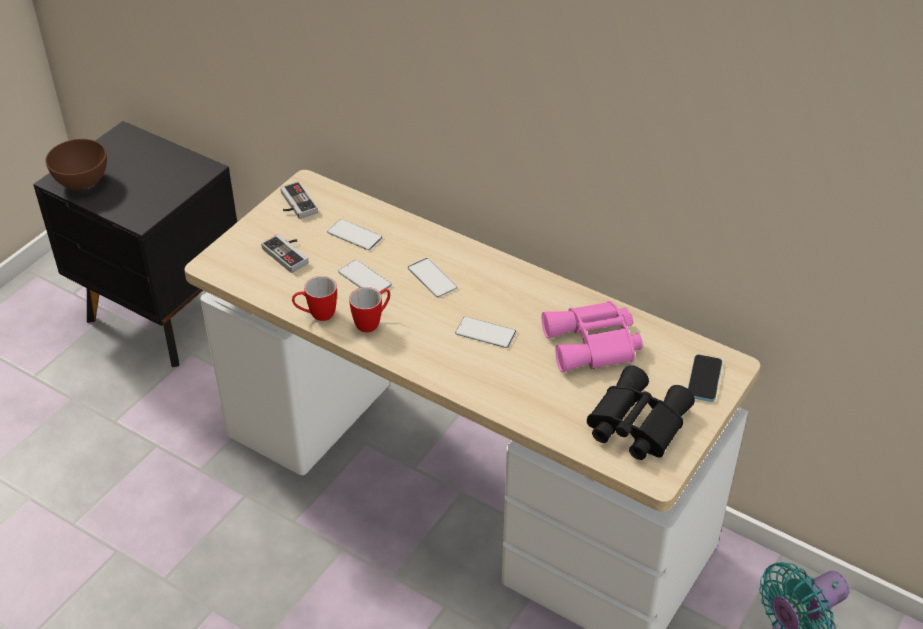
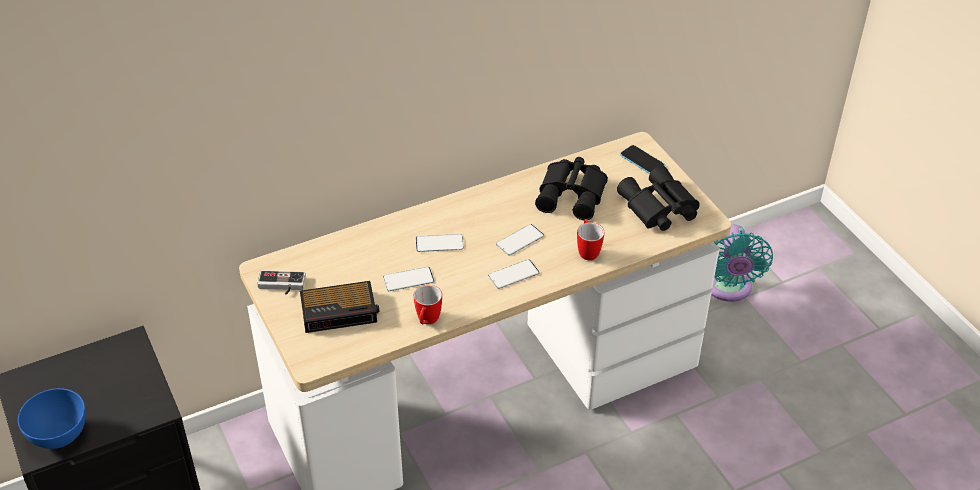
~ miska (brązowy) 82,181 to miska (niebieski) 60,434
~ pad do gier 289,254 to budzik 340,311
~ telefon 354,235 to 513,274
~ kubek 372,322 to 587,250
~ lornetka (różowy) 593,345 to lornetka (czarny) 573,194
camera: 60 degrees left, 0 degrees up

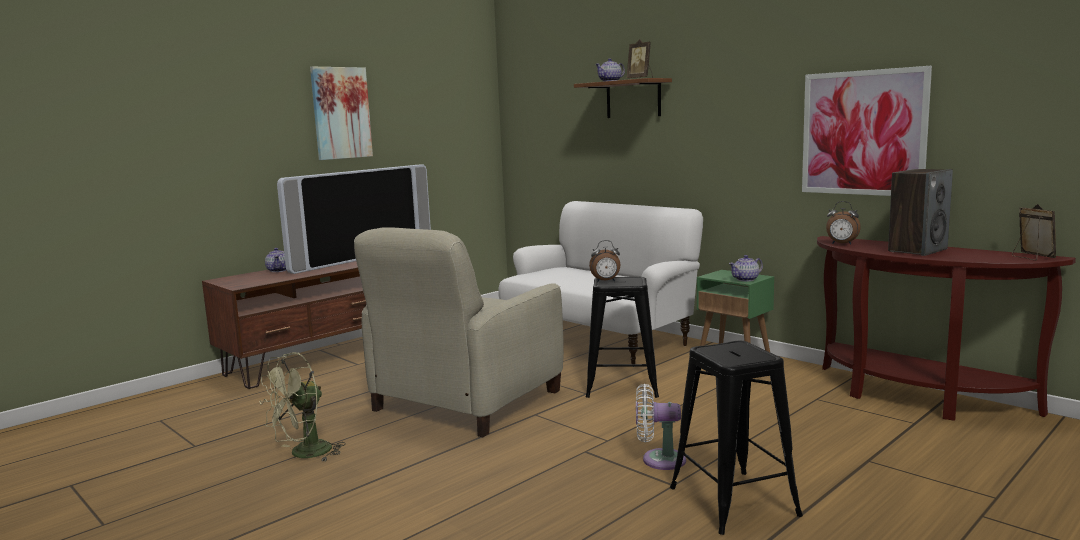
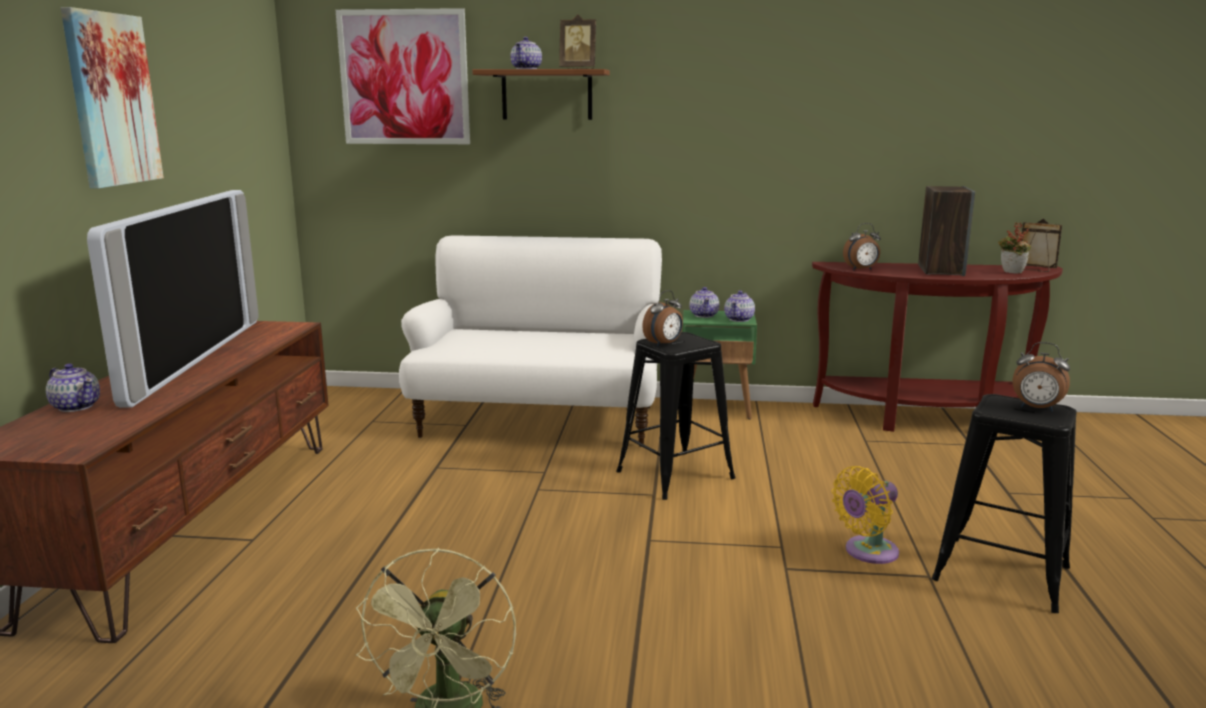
- fotel (beżowy) 465,401
~ wentylator (biały) 659,460 to wentylator (żółty) 867,552
~ obraz 863,133 to 404,78
+ imbryk 704,315
+ roślina doniczkowa 1010,272
+ budzik 1036,408
camera: 40 degrees left, 5 degrees up

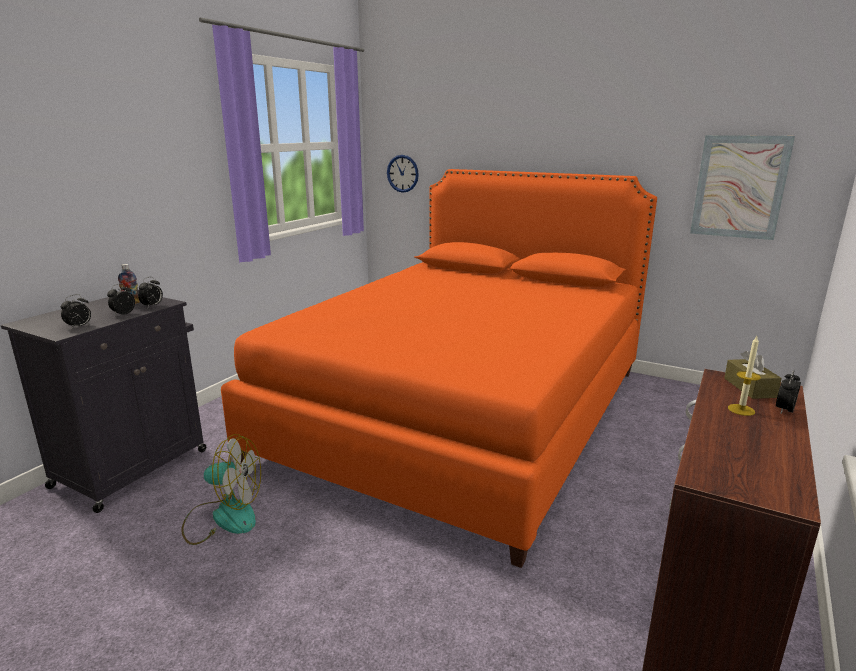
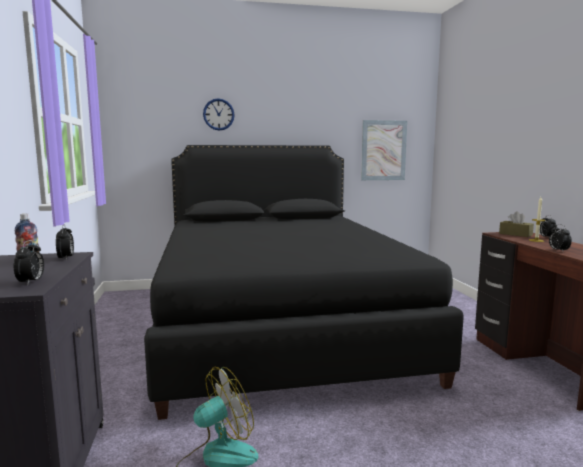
~ budzik 123,314 to 558,251
~ łóżko (pomarańczowy) 463,412 to łóżko (czarny) 279,325
~ zegar ścienny 402,173 to 218,114
camera: 40 degrees left, 10 degrees down

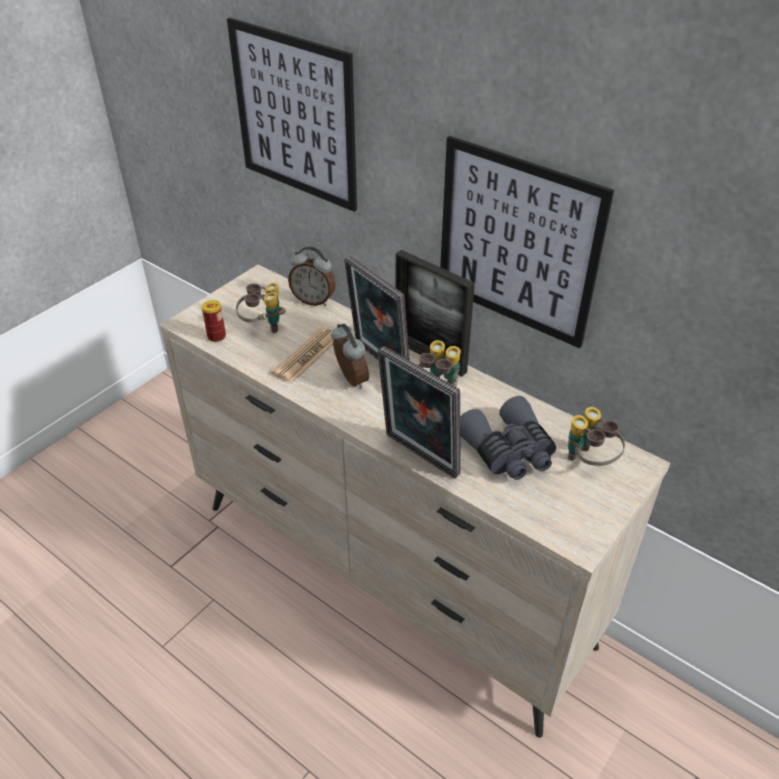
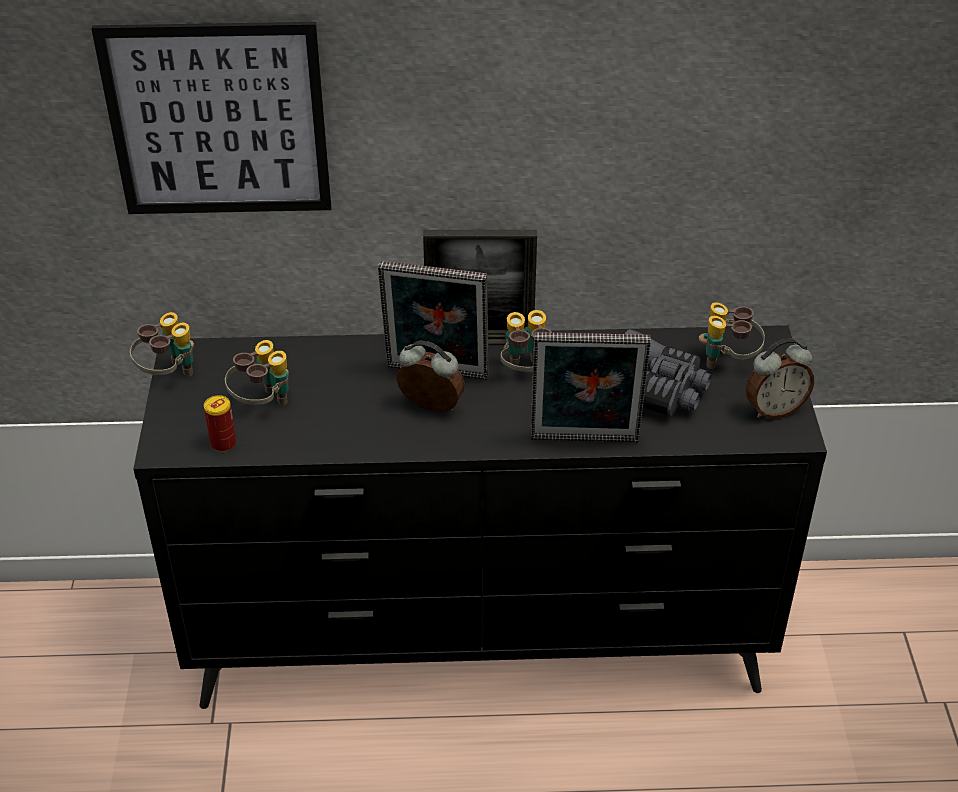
~ komoda (beżowy) 391,574 to komoda (czarny) 481,642
- gazeta 306,355
~ budzik 314,300 to 774,409
- obraz 517,243
+ lornetka 169,375
camera: 40 degrees left, 0 degrees up

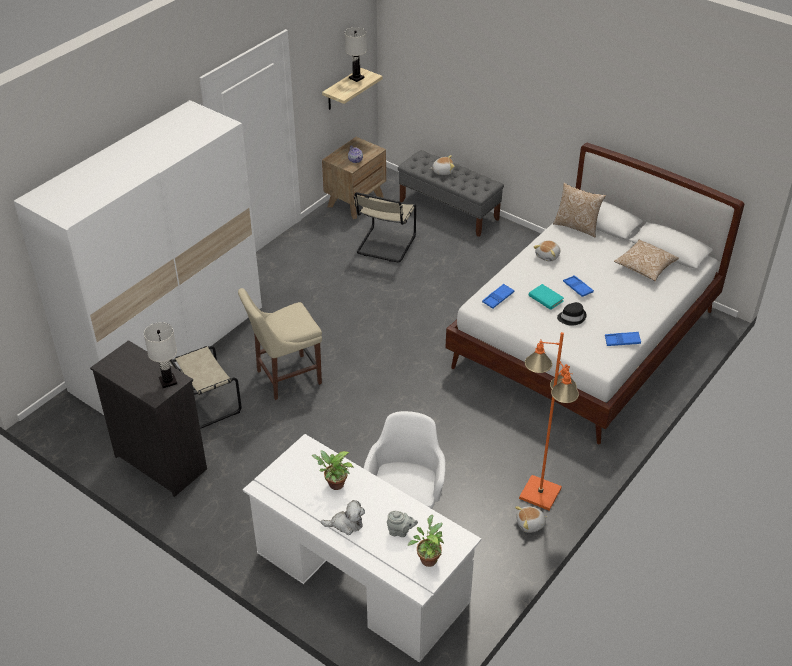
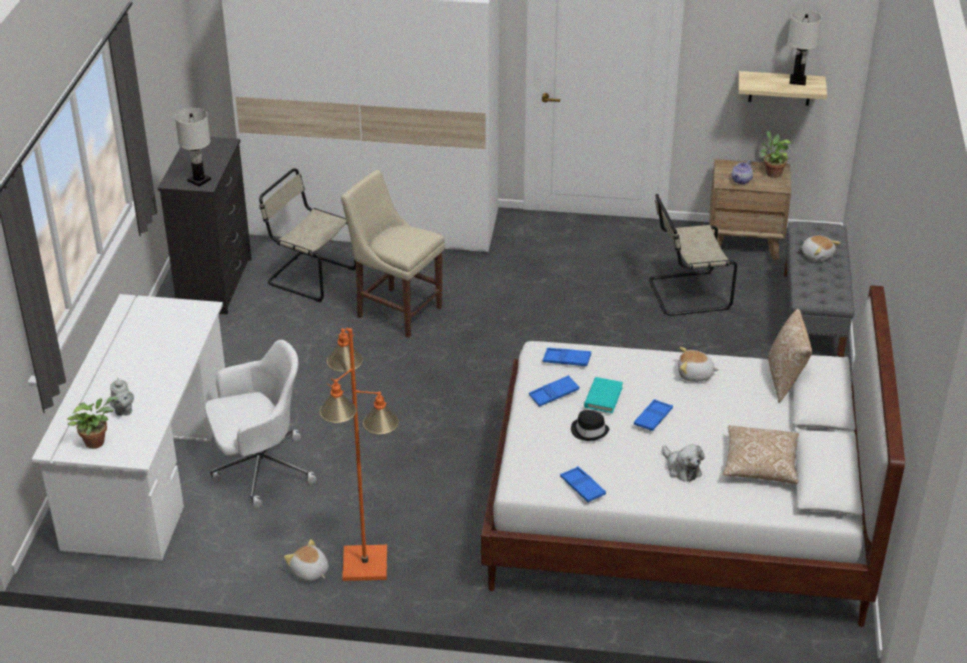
~ roślina doniczkowa 334,484 to 772,173
~ pluszak 346,524 to 681,468
+ taca (niebieski) 554,394
camera: 60 degrees right, 5 degrees down

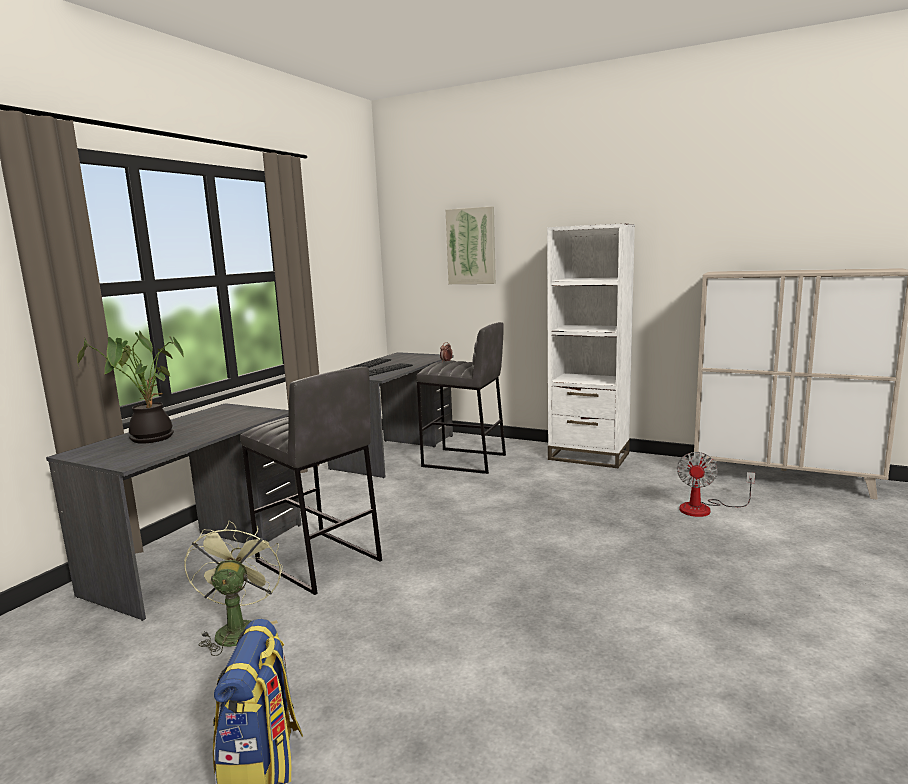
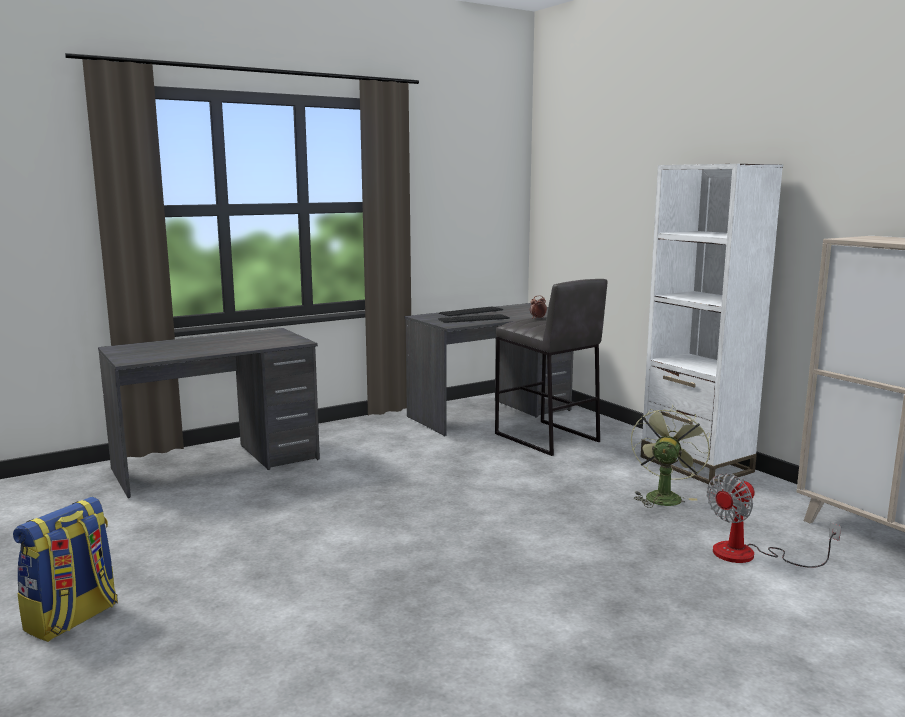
- roślina doniczkowa 149,438
~ wentylator (zielony) 237,628 to 663,496
- stołek (szary) 318,561
- obraz 471,246
camera: 30 degrees right, 0 degrees up

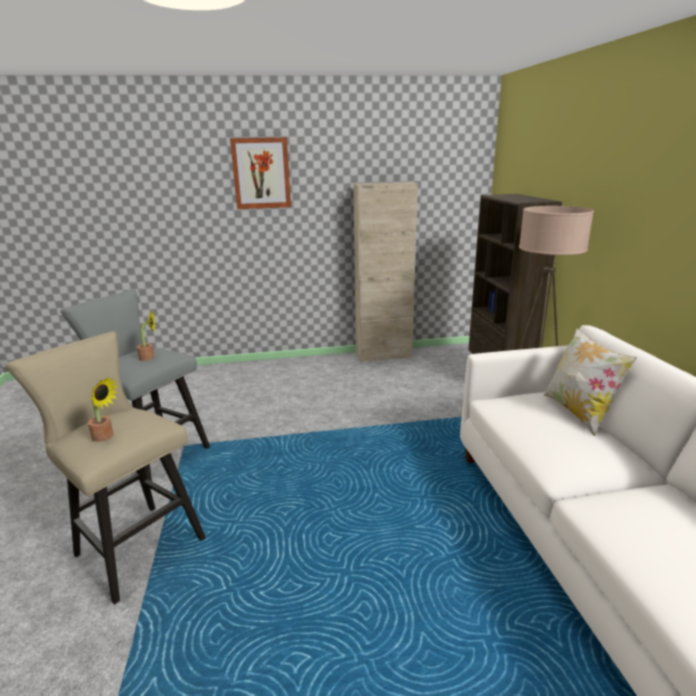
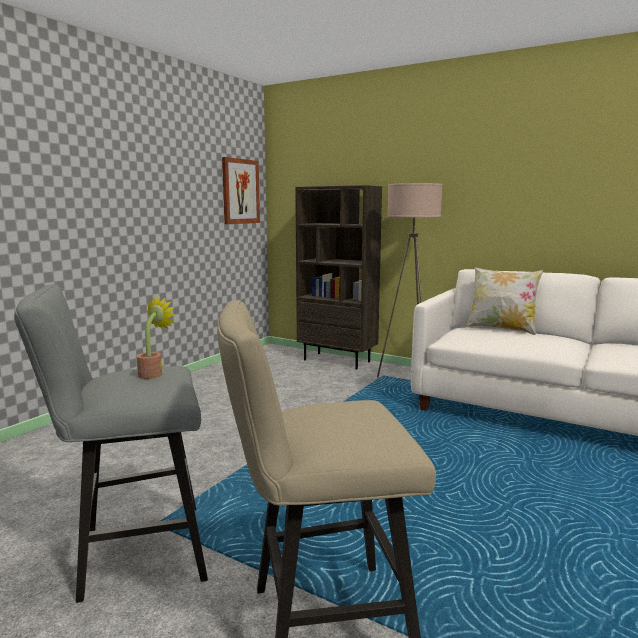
- roślina doniczkowa 106,437
~ obraz 261,173 to 240,191
- szafka (beżowy) 383,355
camera: 50 degrees left, 10 degrees down

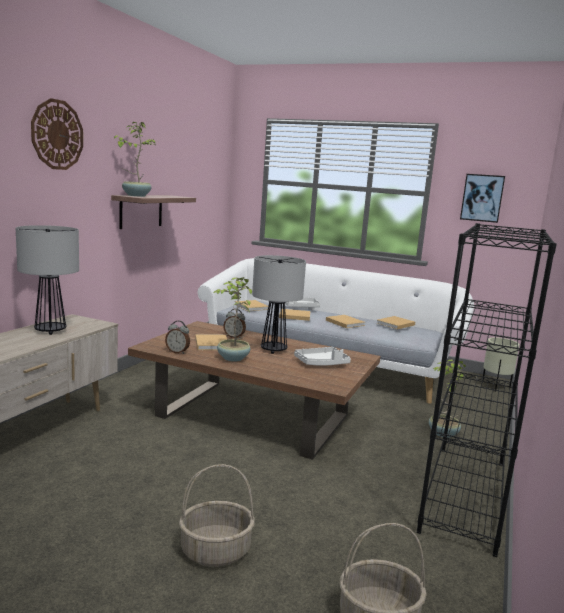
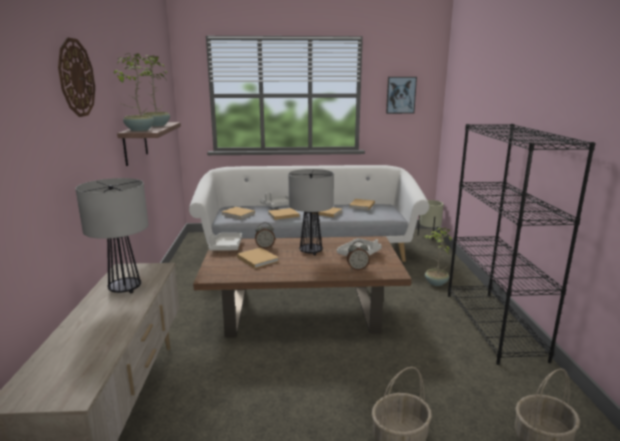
~ budzik 177,352 to 357,268
~ roślina doniczkowa 232,358 to 156,125
+ taca (biały) 226,247
camera: 25 degrees left, 5 degrees up

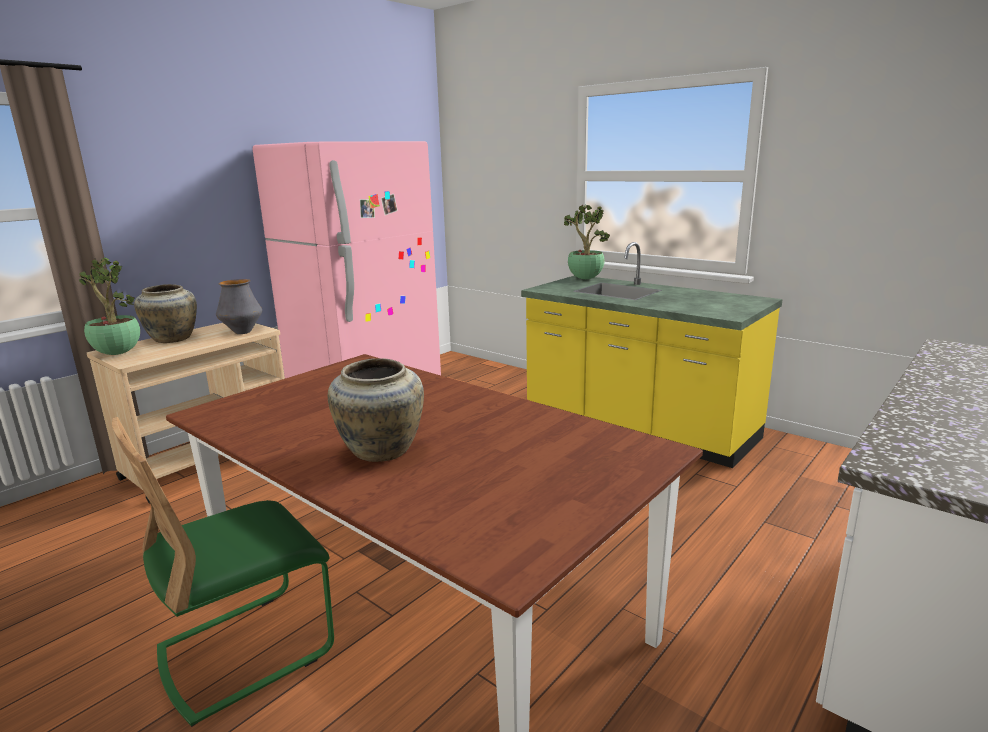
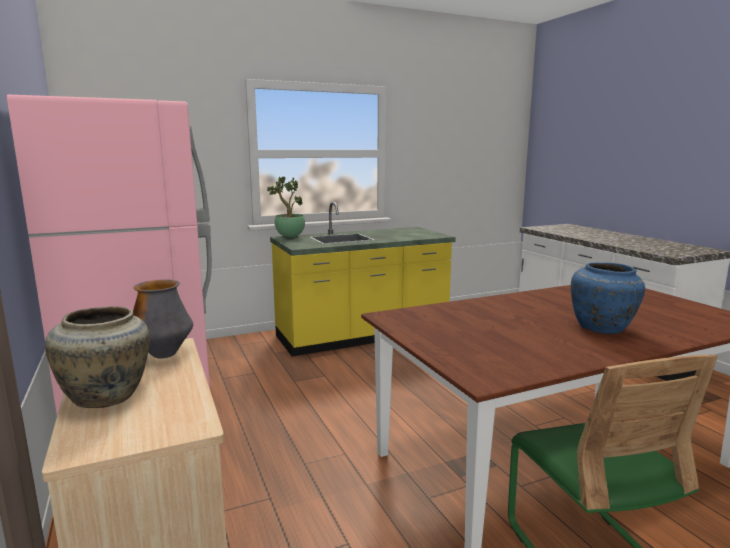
- roślina doniczkowa 116,353
~ wazon (beżowy) 380,451 to wazon (niebieski) 602,328
camera: 65 degrees left, 5 degrees down

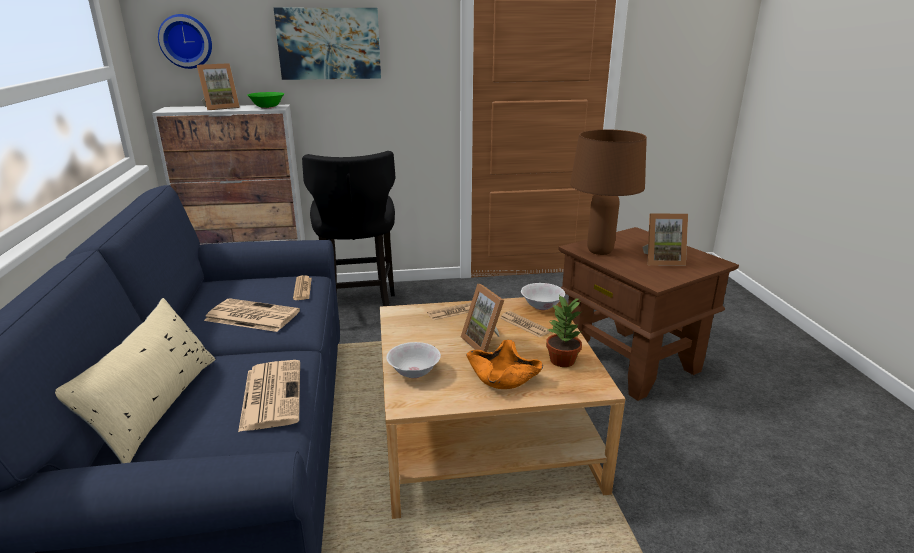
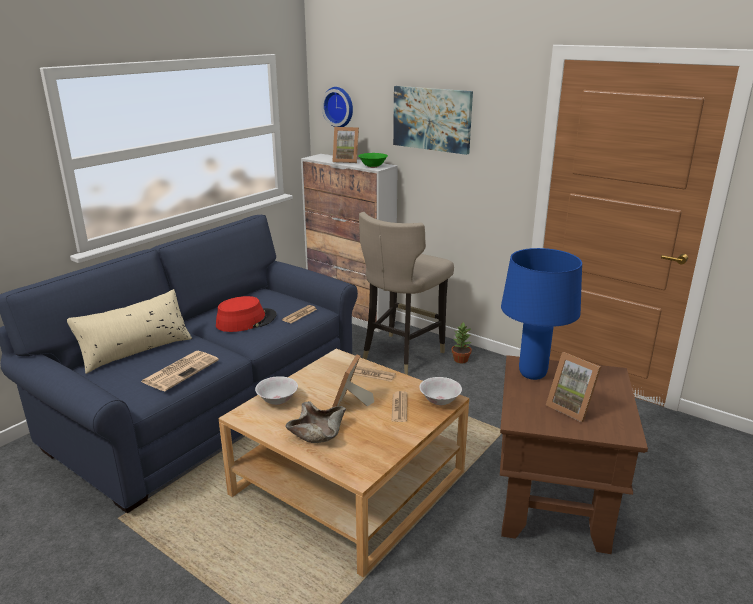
~ gazeta 251,316 to kapelusz (czerwony) 246,321
~ stołek (czarny) 359,311 to stołek (beżowy) 401,354
~ miska (pomarańczowy) 503,377 to miska (beżowy) 318,432
~ roślina doniczkowa 562,361 to 460,360
~ lampa stołowa (brązowy) 600,251 to lampa stołowa (niebieski) 532,374
camera: 45 degrees right, 0 degrees up

